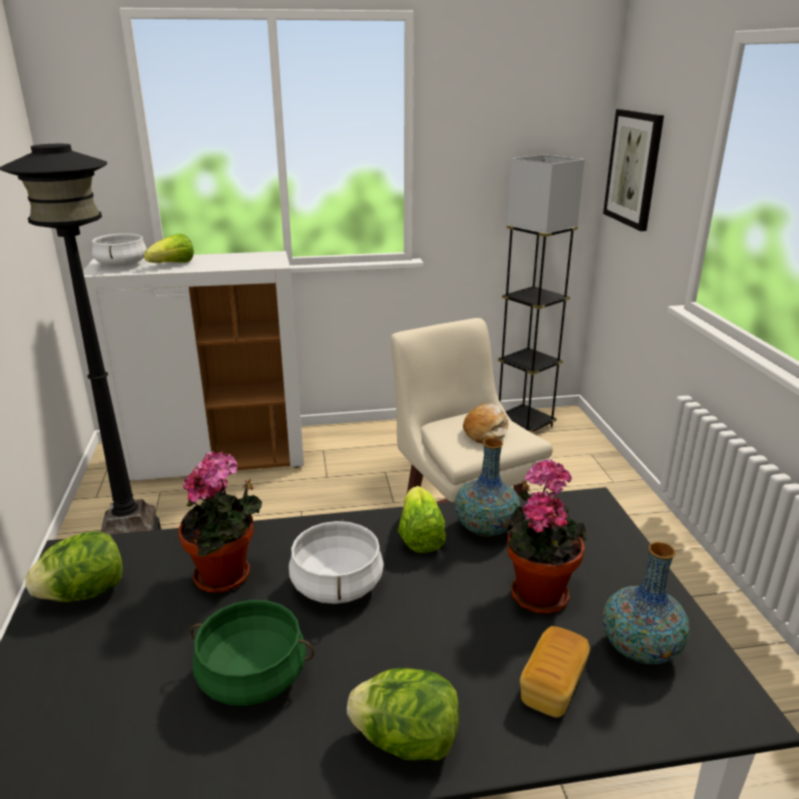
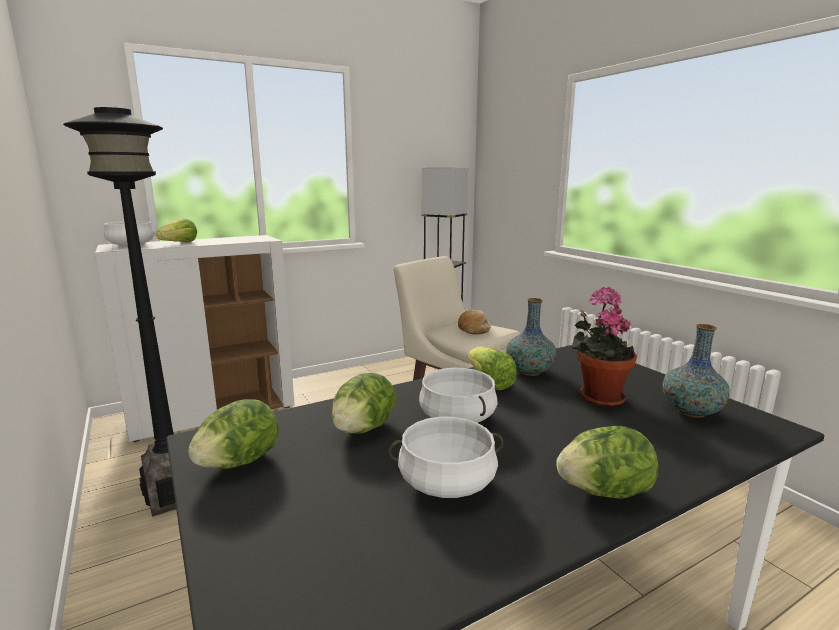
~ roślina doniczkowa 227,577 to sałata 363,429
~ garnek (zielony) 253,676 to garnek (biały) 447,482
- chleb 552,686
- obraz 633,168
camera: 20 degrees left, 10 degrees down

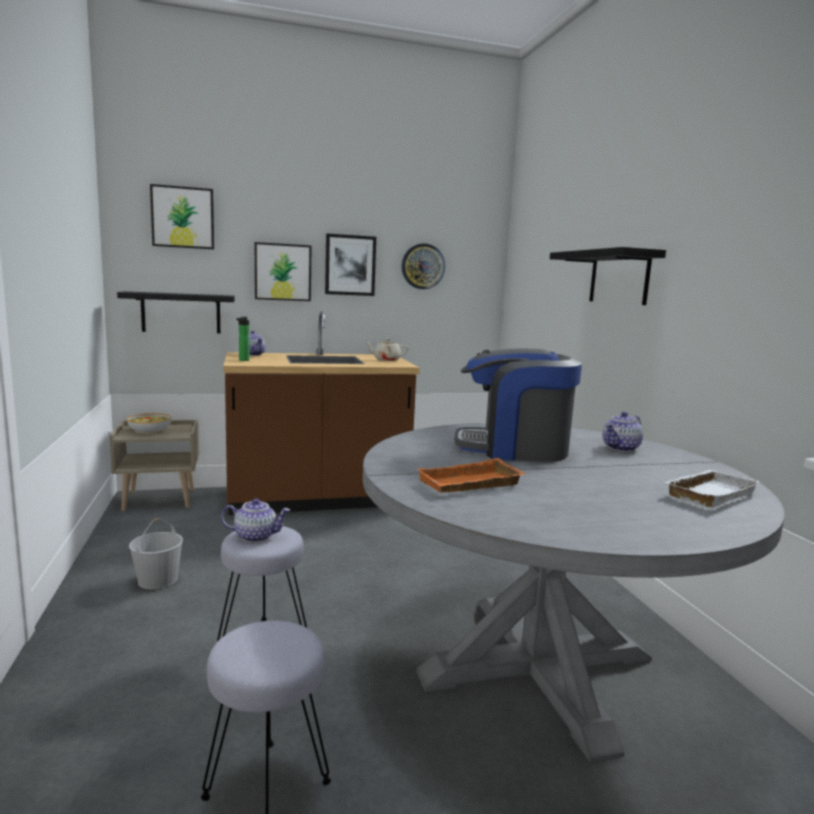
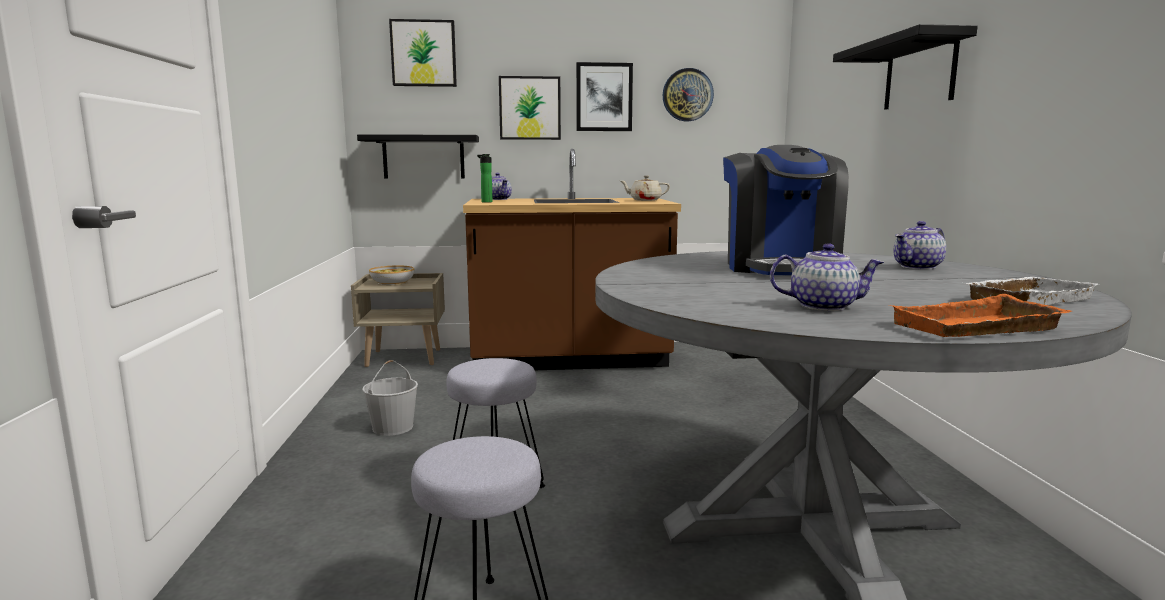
~ imbryk 256,536 to 823,306
~ taca (pomarańczowy) 470,484 to 977,329
~ ekspres do kawy 514,448 = 780,267 105 degrees counterclockwise
camera: 10 degrees right, 0 degrees up

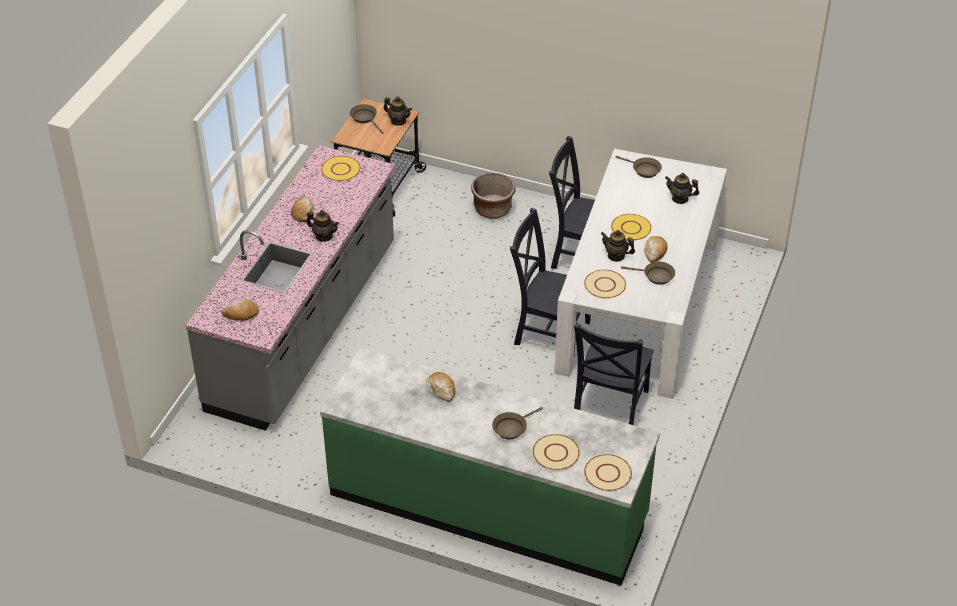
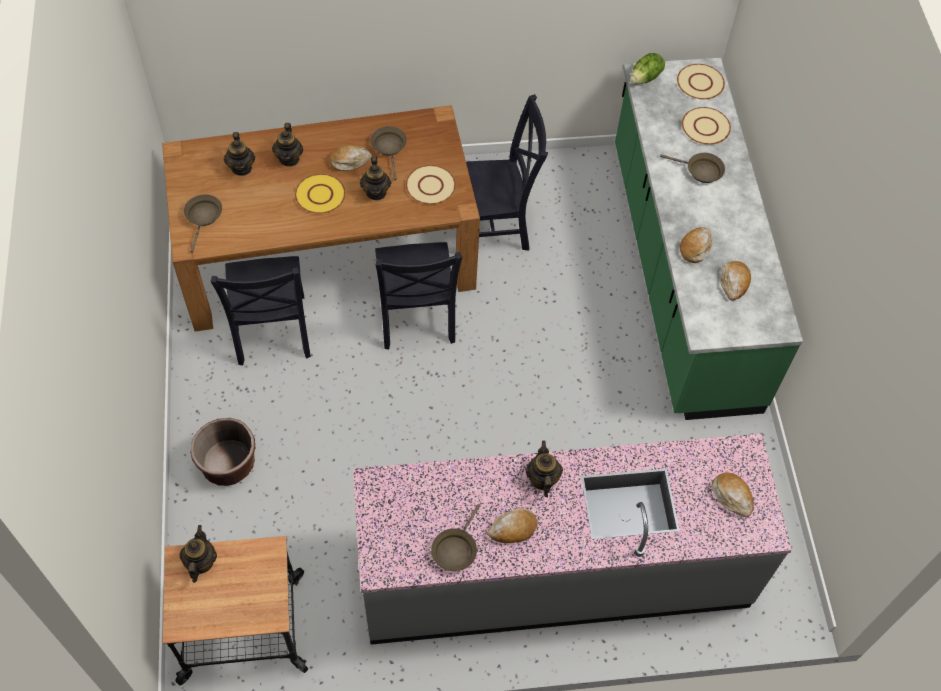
- talerz (żółty) 340,169
~ patelnia (brązowy) 365,118 to 455,549
~ stół jadalny (biały) 639,305 to stół jadalny (brązowy) 327,253
+ imbryk 289,158
+ sałata 645,78
+ chleb 734,283
camera: 120 degrees left, 15 degrees up

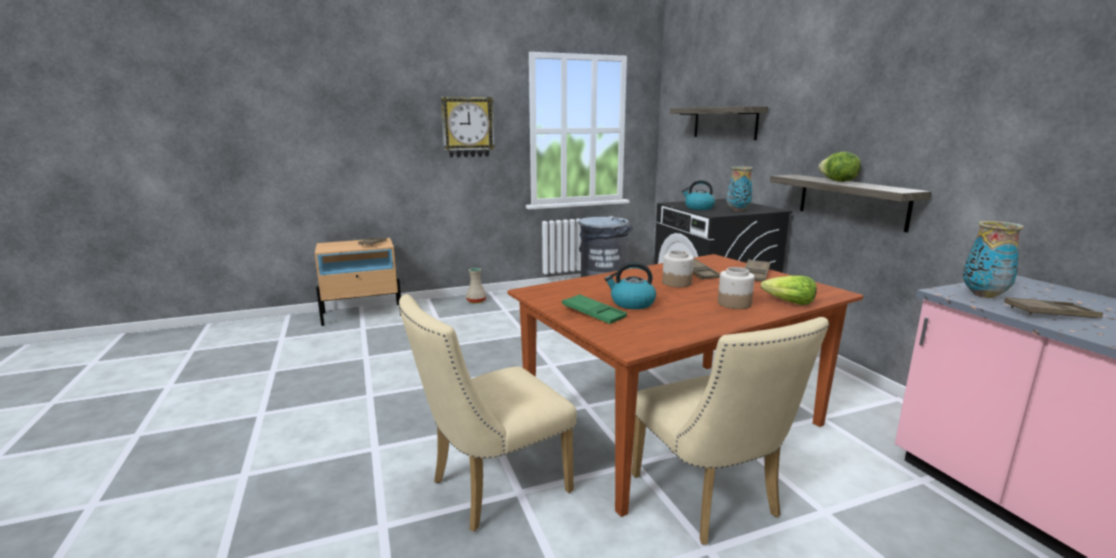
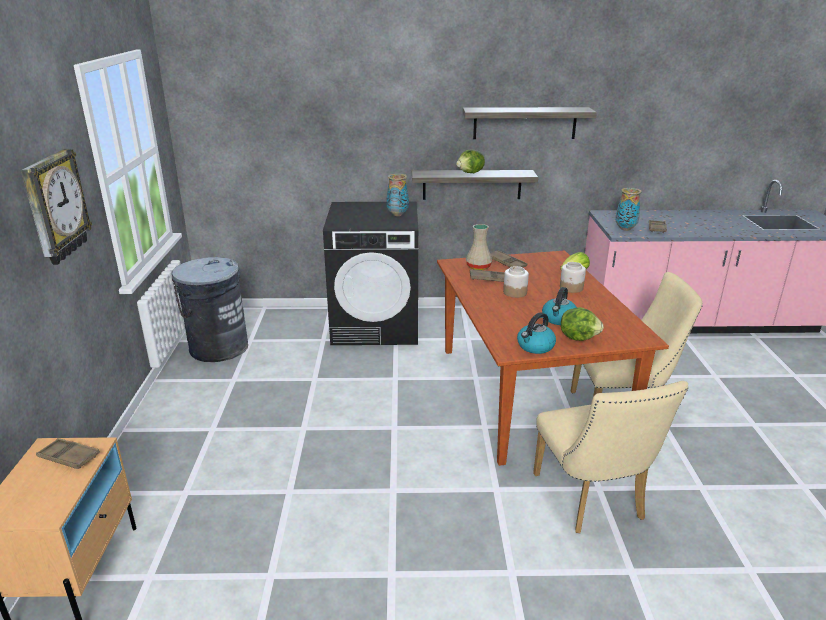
~ wazon (beżowy) 476,301 to 479,267
~ taca (zielony) 593,313 to sałata 578,337
~ półka 724,123 to 524,123
~ czajnik 698,208 to 535,346
camera: 70 degrees left, 10 degrees up

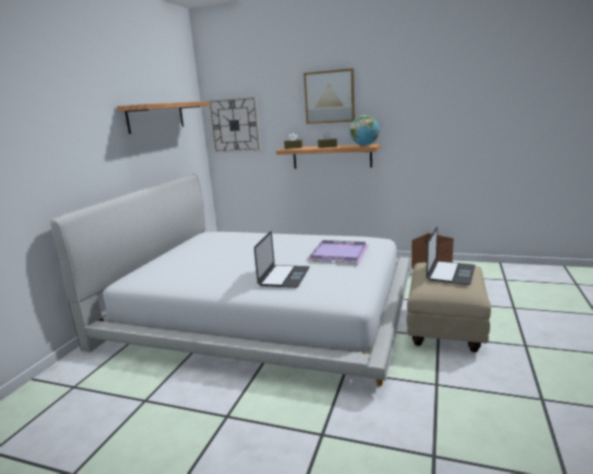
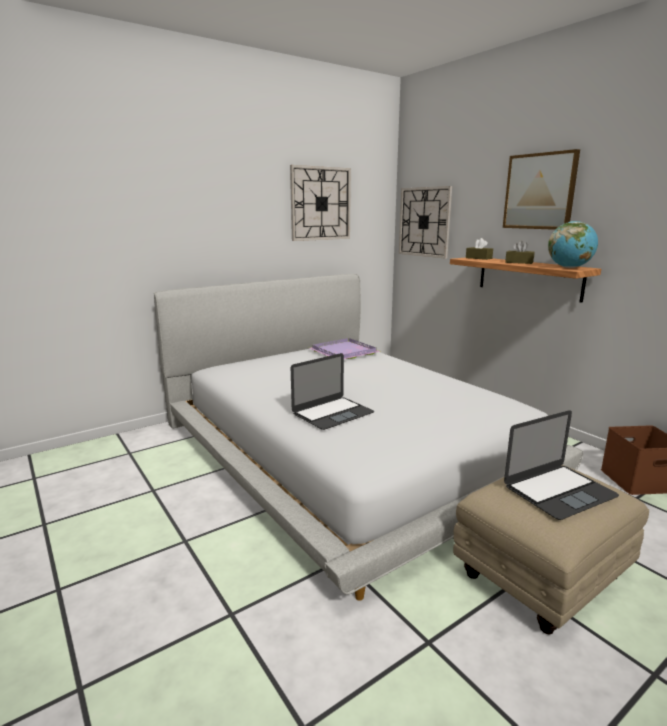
~ półka 156,117 to zegar ścienny 320,204
~ taca (fioletowy) 340,253 to 345,352
camera: 35 degrees right, 0 degrees up

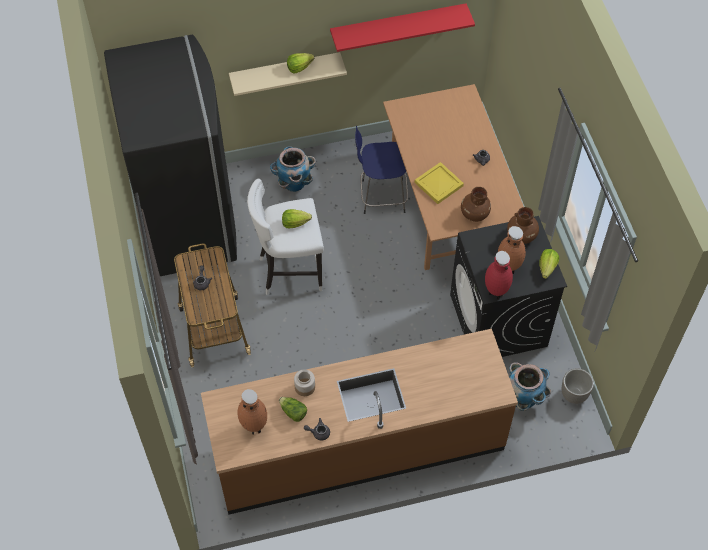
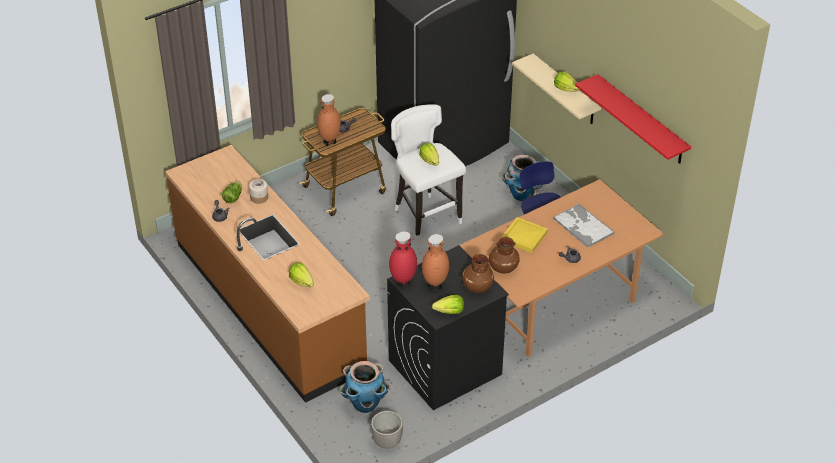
~ wazon (brązowy) 255,426 to 330,142
+ sałata 302,282
+ taca 582,226
camera: 70 degrees right, 15 degrees down

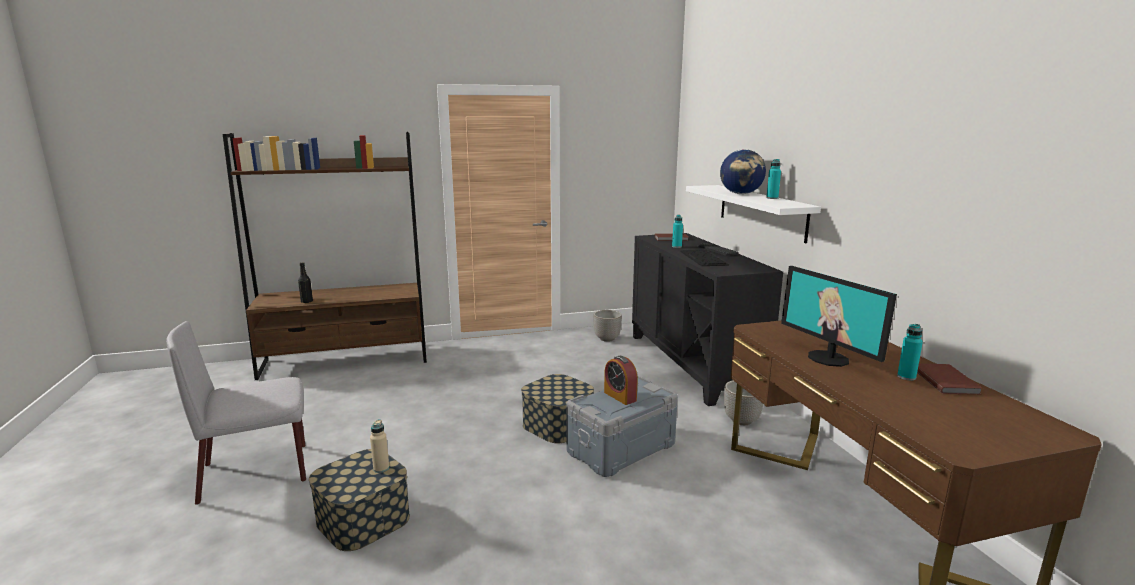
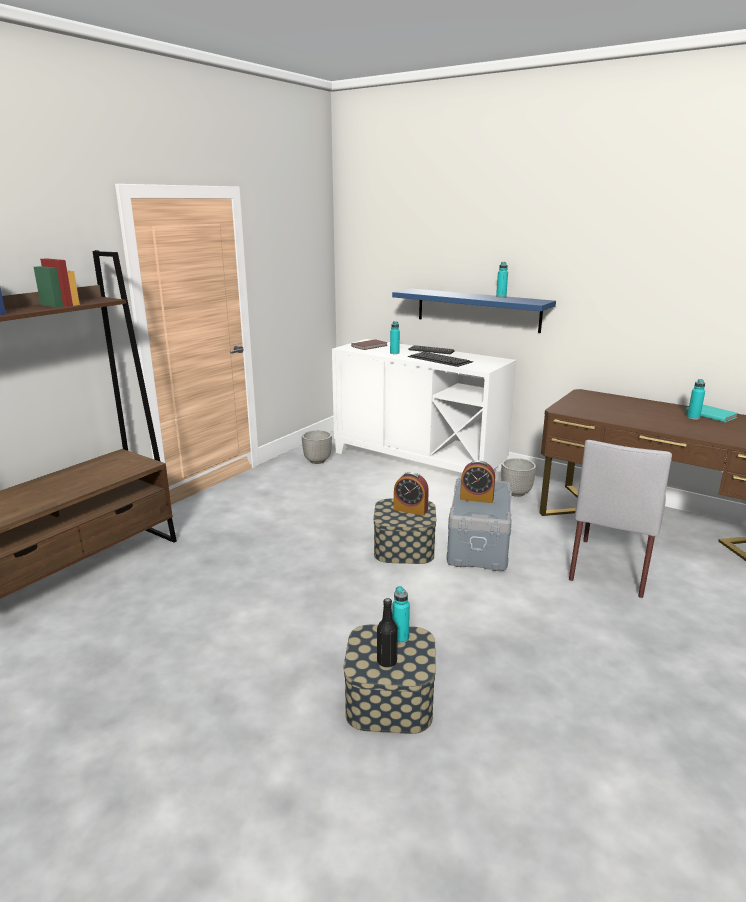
~ krzesło (szary) 257,472 to 610,566
~ butelka (czarny) 307,301 to 387,661
~ butelka (beżowy) 381,468 to butelka (turkusowy) 400,638
~ szafka (czarny) 693,363 to szafka (biały) 418,461
~ półka (biały) 761,211 to półka (niebieski) 477,309
- globus 741,194
- monitor 829,358
~ książka (brązowy) 945,381 to książka (turkusowy) 710,414
+ budzik 410,509
camera: 40 degrees left, 5 degrees up

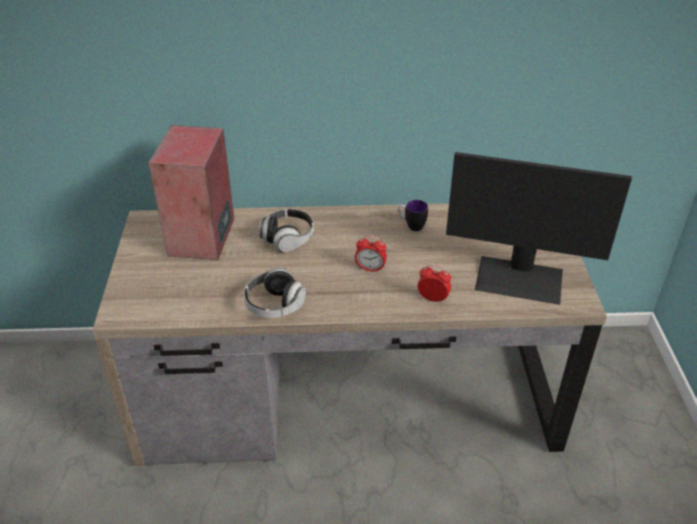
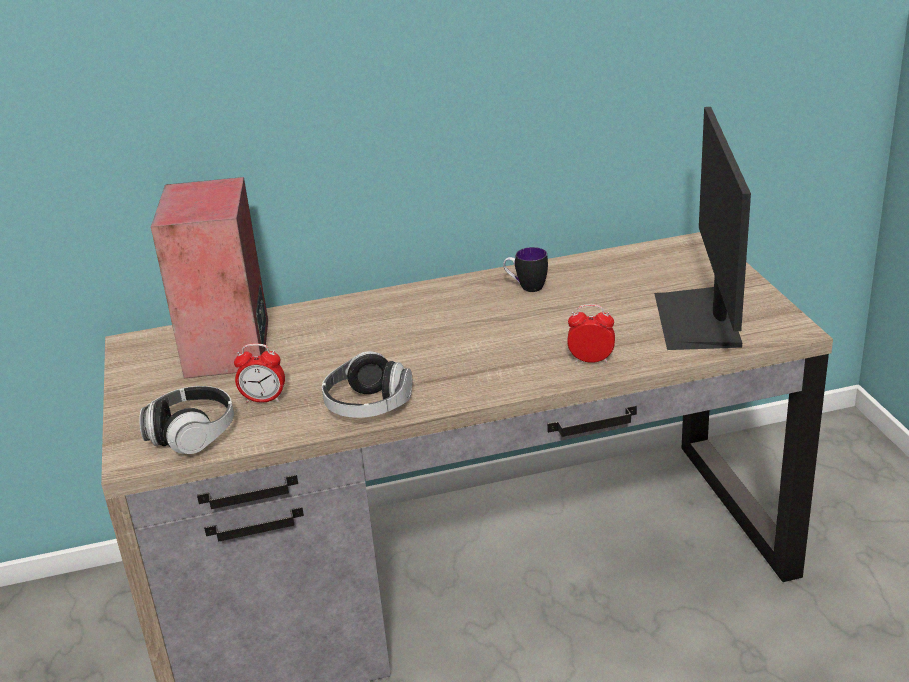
~ słuchawki 288,238 to 192,435
~ budzik 370,269 to 264,399
~ monitor 520,279 = 700,319 90 degrees clockwise
camera: 10 degrees left, 10 degrees down

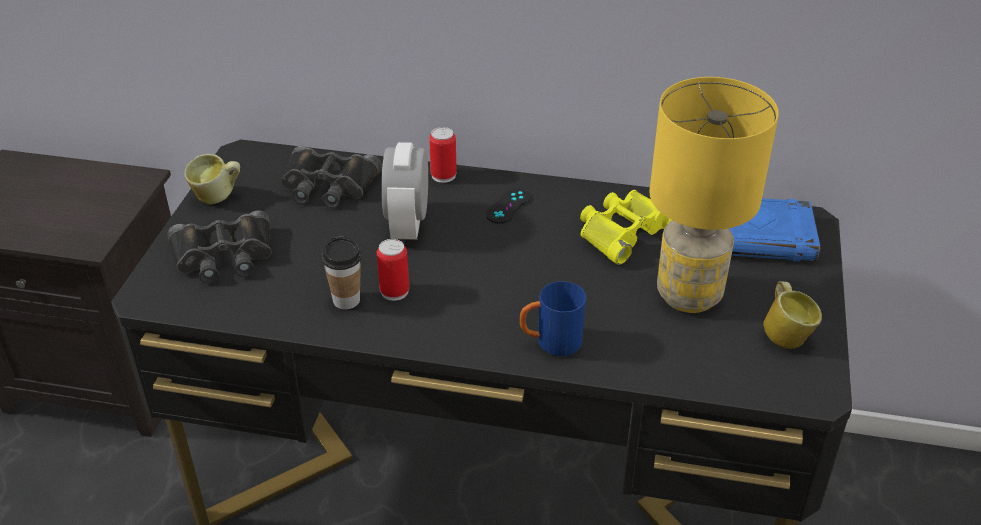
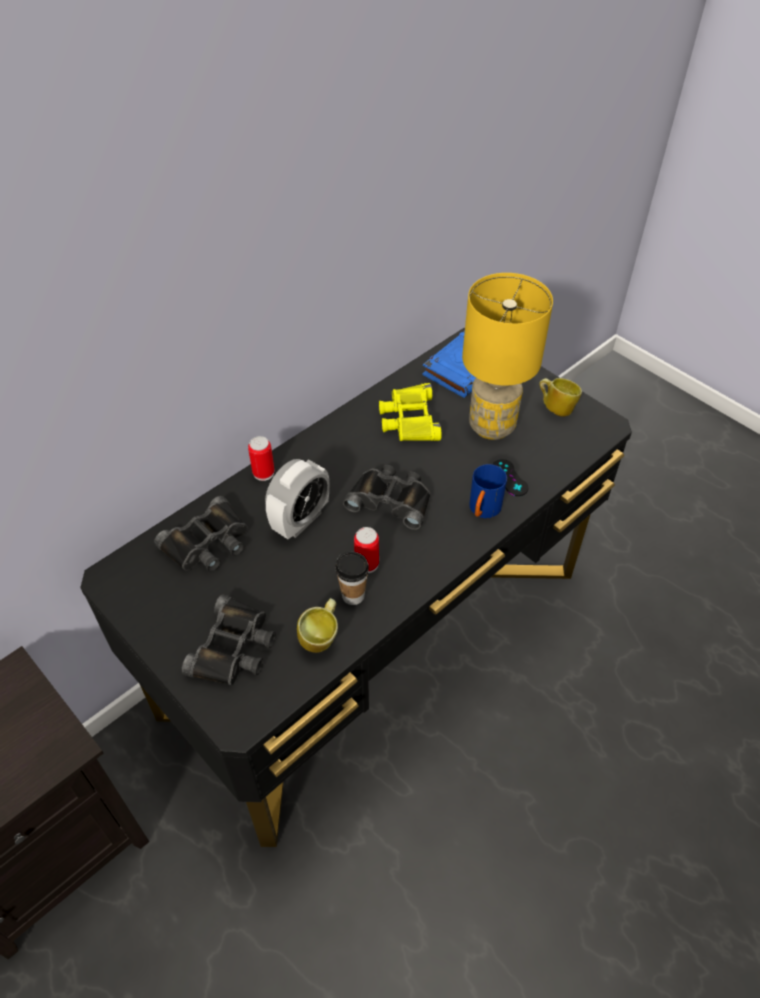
~ kubek 218,198 to 321,638
~ budzik 408,224 = 300,520 90 degrees counterclockwise
~ pad do gier (czarny) 508,206 to 509,478
+ lornetka (czarny) 391,500
camera: 55 degrees left, 10 degrees up

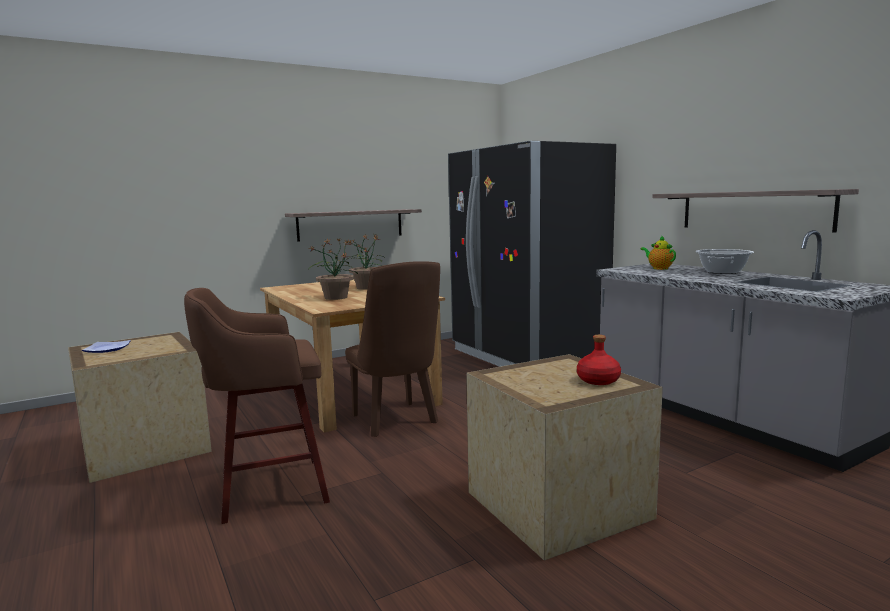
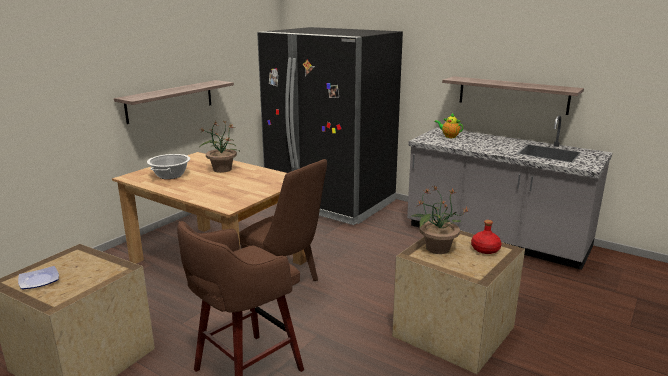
~ roślina doniczkowa 335,297 to 437,248
~ garnek 722,272 to 170,175
camera: 25 degrees left, 10 degrees up

